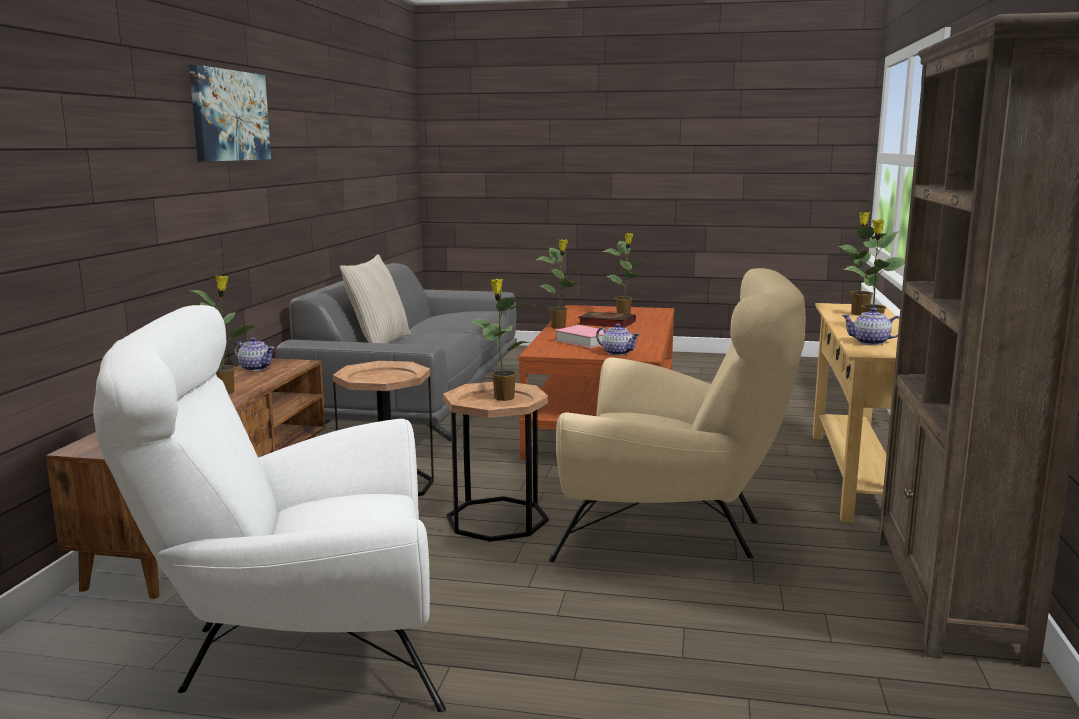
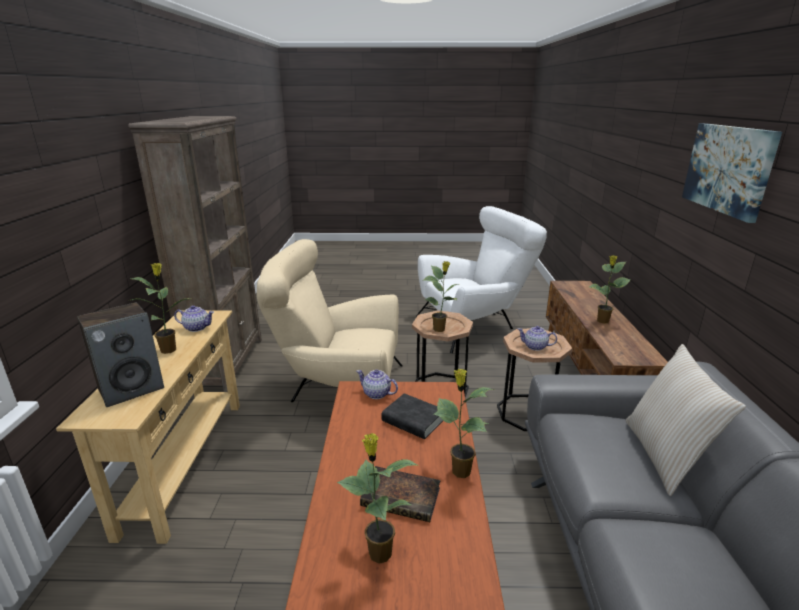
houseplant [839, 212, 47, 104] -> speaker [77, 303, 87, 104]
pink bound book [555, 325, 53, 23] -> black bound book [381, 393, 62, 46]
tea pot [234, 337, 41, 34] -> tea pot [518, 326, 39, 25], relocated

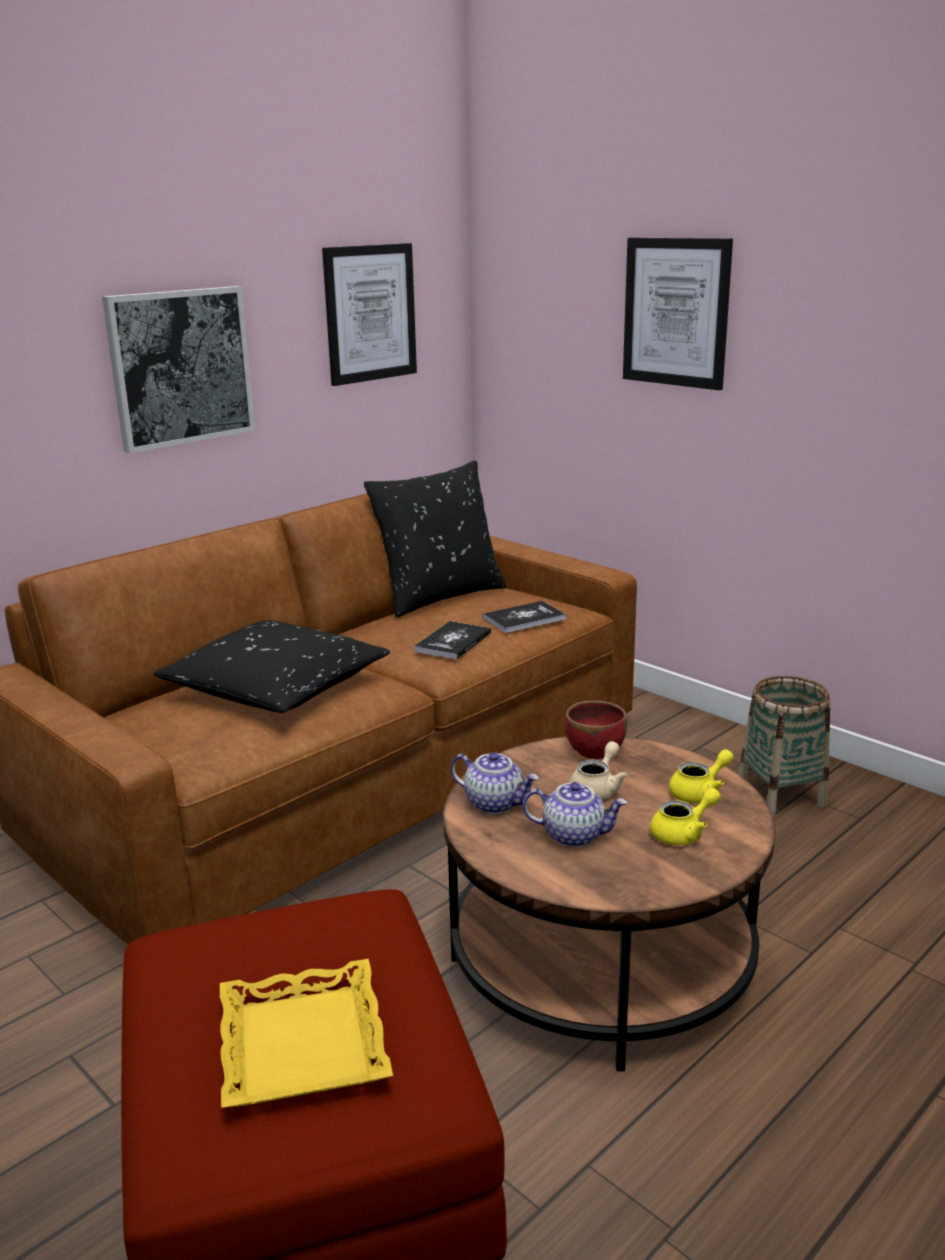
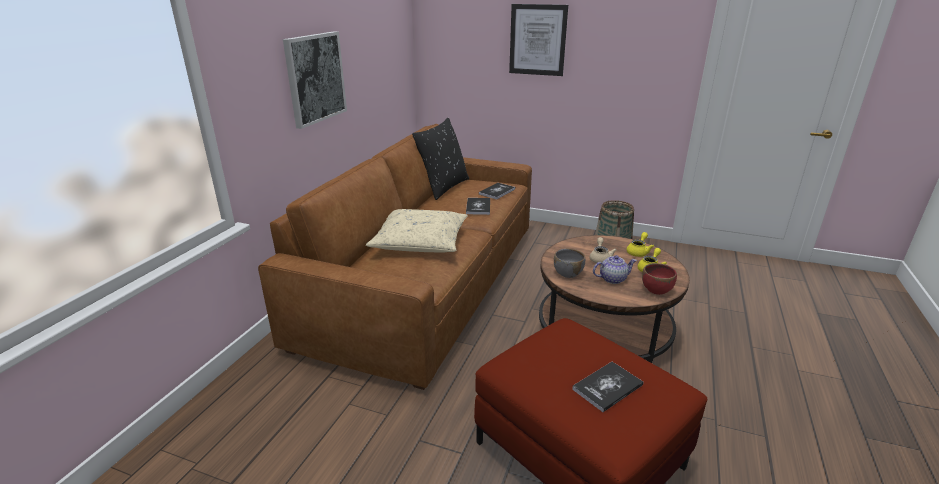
black cushion [153, 620, 237, 93] -> beige-coloured cushion [366, 209, 102, 44]
tea pot [451, 752, 88, 62] -> greyish deep dish [554, 249, 31, 29]
yellowish tray [220, 959, 173, 149] -> bound book [572, 362, 71, 50]
red deep dish [565, 701, 62, 58] -> red deep dish [642, 263, 35, 32], relocated
wall art [322, 243, 95, 143] -> none

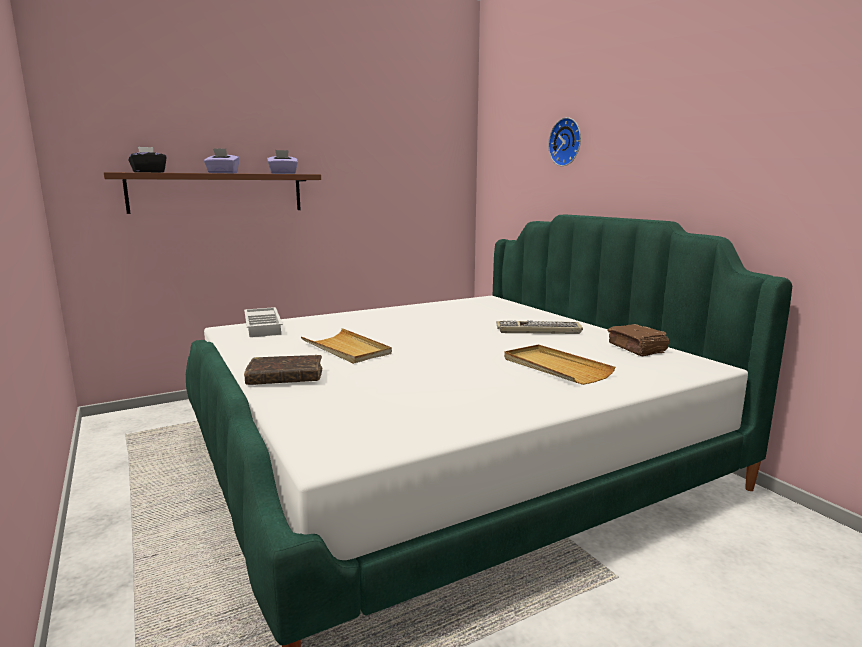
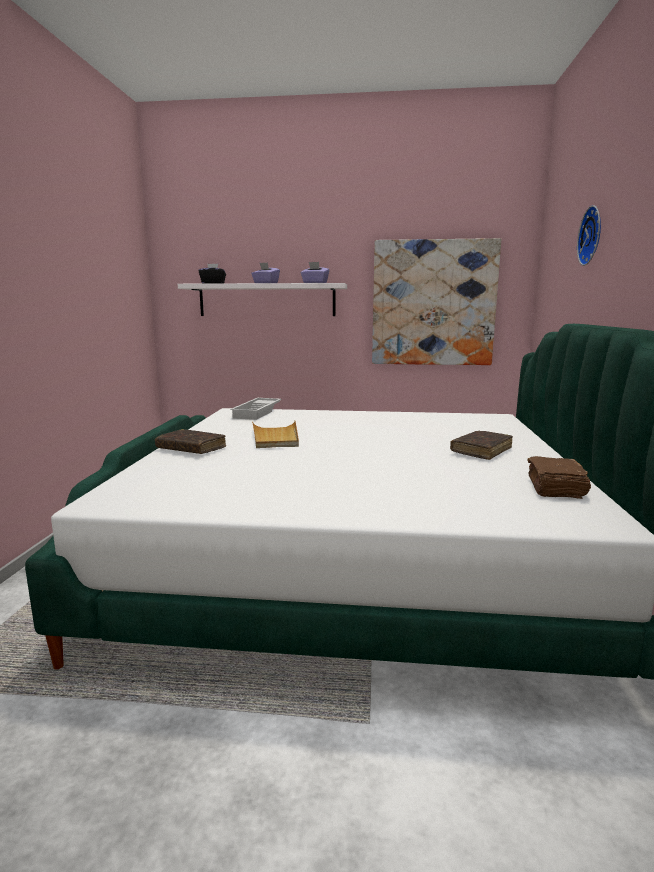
brown-coloured shelf [104, 172, 217, 42] -> white-coloured shelf [178, 283, 169, 33]
none -> wall art [372, 238, 129, 127]
keyboard [496, 320, 87, 14] -> brown-coloured bound book [450, 431, 63, 29]
beige-coloured tray [504, 344, 112, 41] -> none

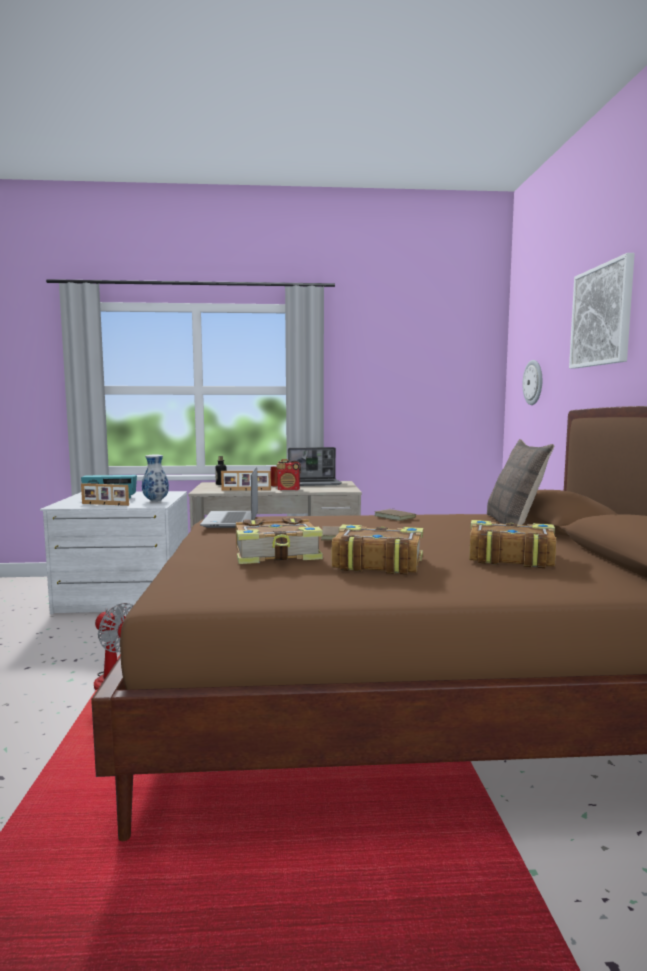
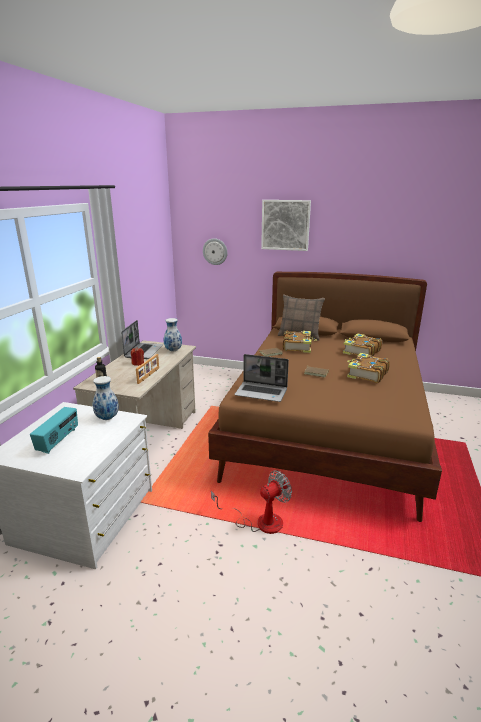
none -> flower vase [164, 318, 18, 34]
bound book [236, 517, 87, 47] -> bound book [283, 331, 34, 22], relocated
photo frame [81, 483, 48, 23] -> none
radio set [277, 459, 24, 31] -> none

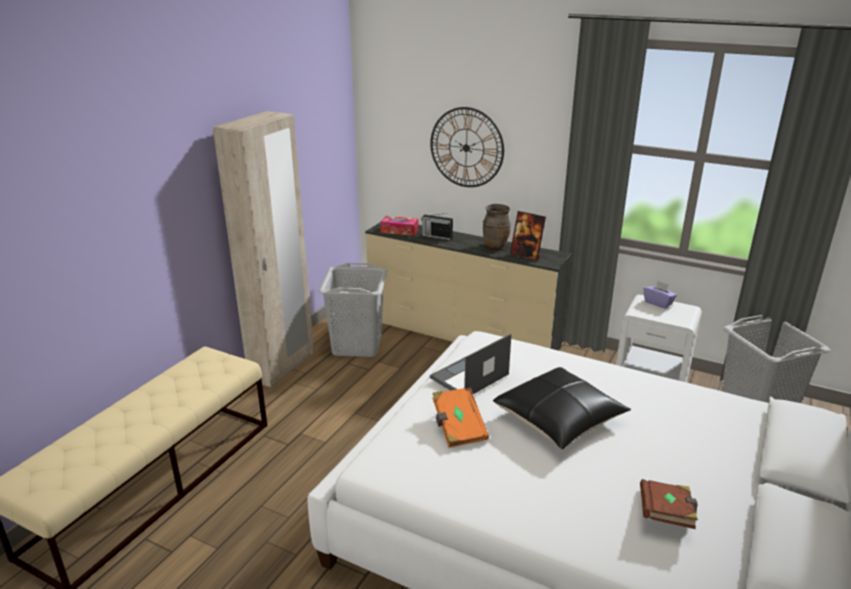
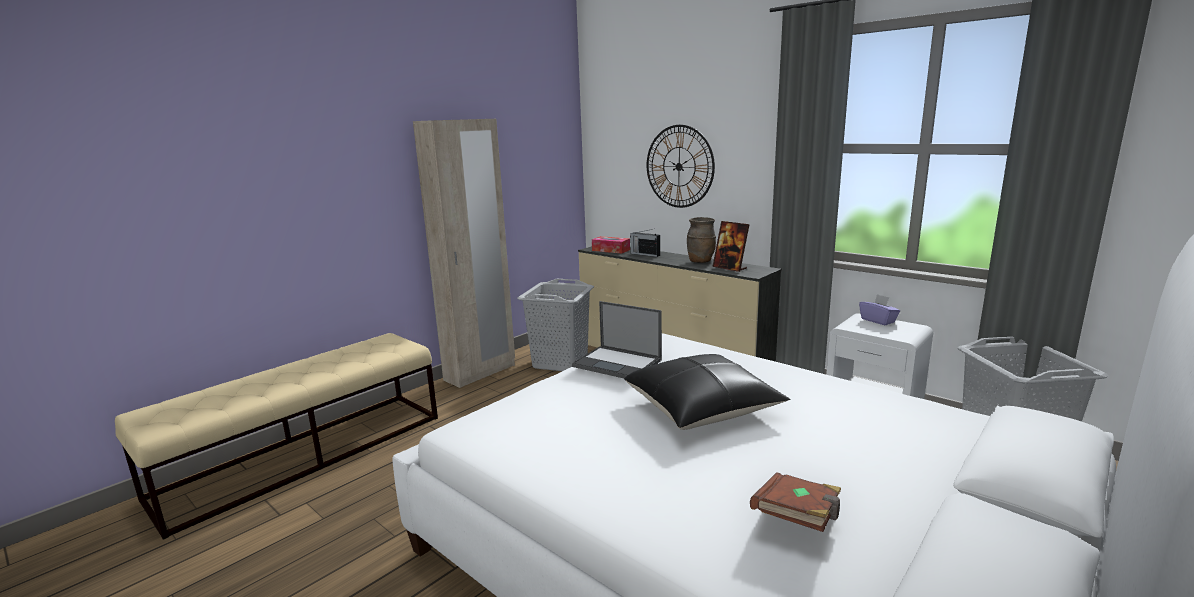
portable computer [430, 334, 81, 60] -> portable computer [572, 301, 90, 77], 120 degrees counterclockwise
orange-coloured bound book [433, 387, 56, 61] -> none

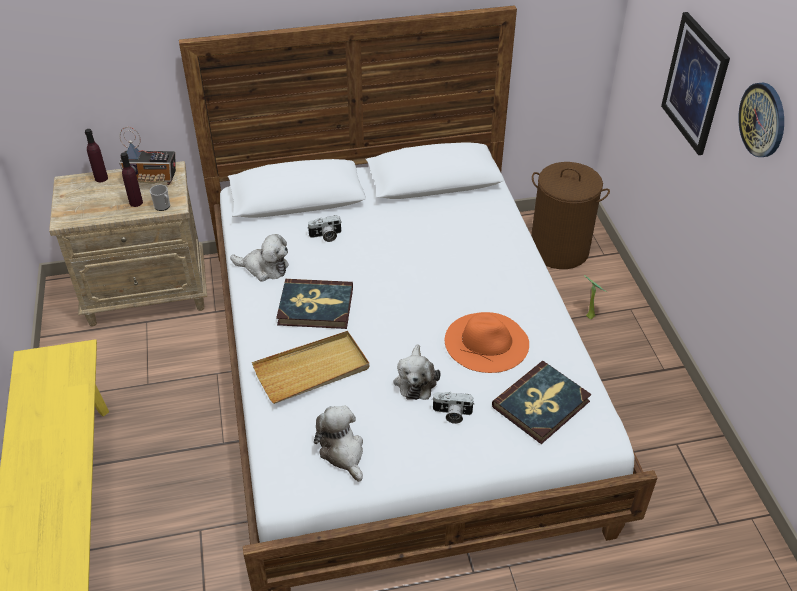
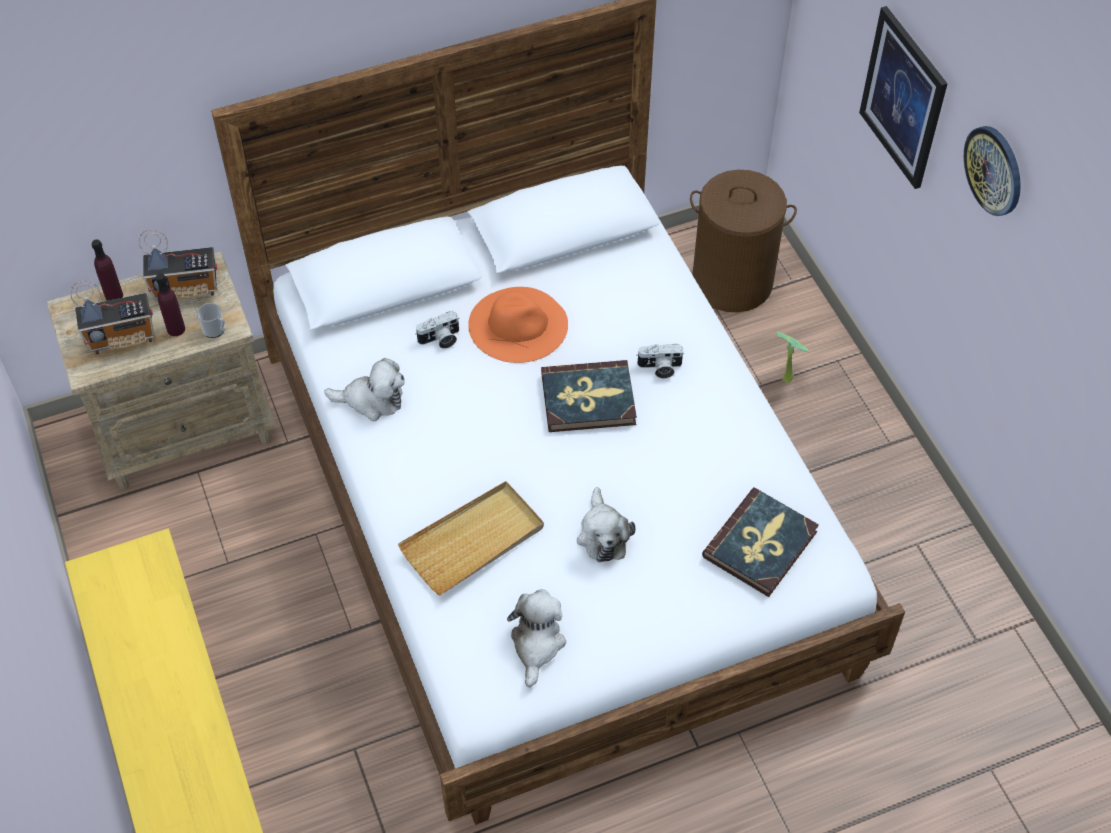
none -> radio set [70, 281, 84, 74]
orange-coloured hat [445, 312, 84, 61] -> orange-coloured hat [468, 287, 100, 76], relocated
cuddly toy [314, 405, 49, 77] -> cuddly toy [507, 589, 59, 98], 45 degrees clockwise
bound book [276, 279, 77, 50] -> bound book [541, 360, 96, 72], relocated
photo camera [432, 392, 43, 32] -> photo camera [636, 344, 49, 34], relocated

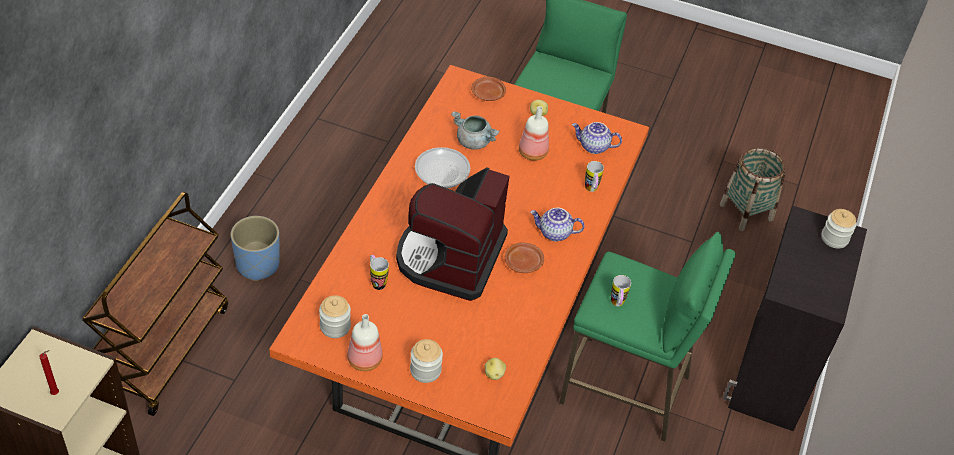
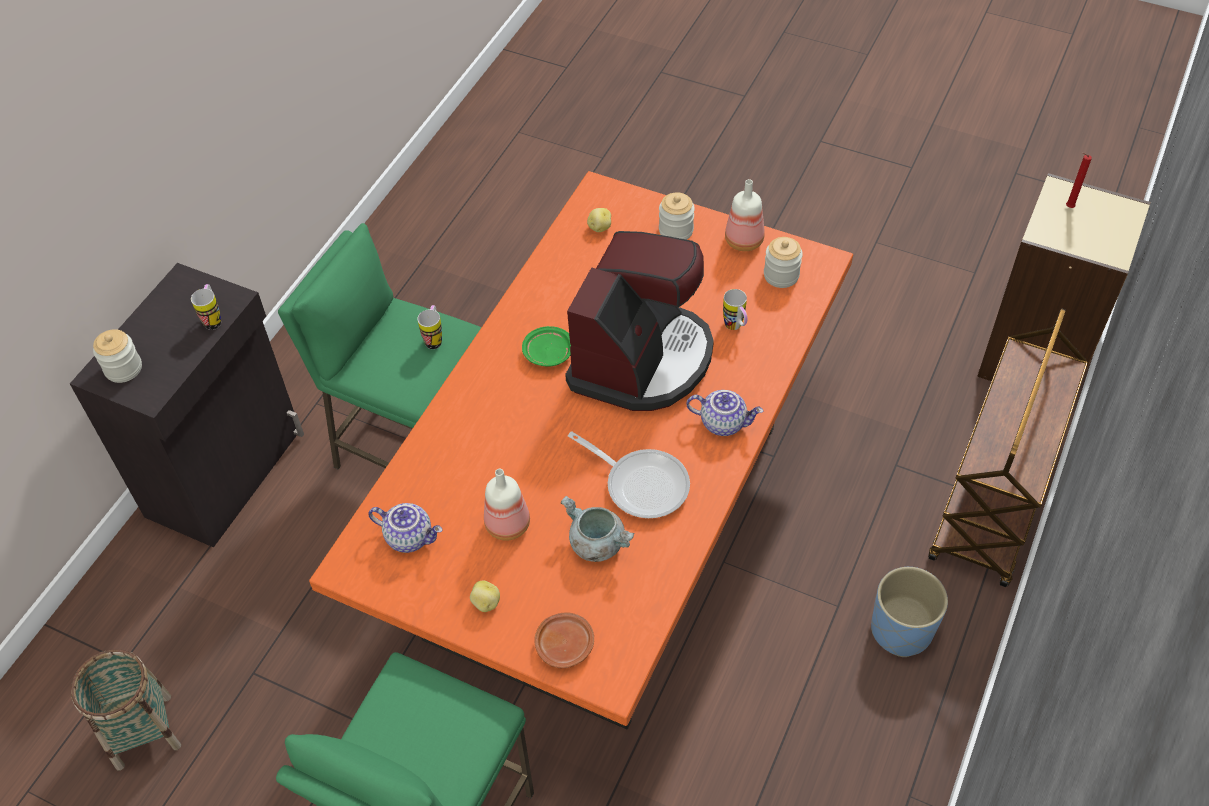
mug [585, 161, 19, 31] -> mug [191, 284, 30, 46], relocated
brown-coloured flat dish [505, 243, 39, 30] -> green flat dish [522, 326, 49, 41]
tea pot [530, 208, 55, 33] -> tea pot [686, 390, 77, 46], relocated

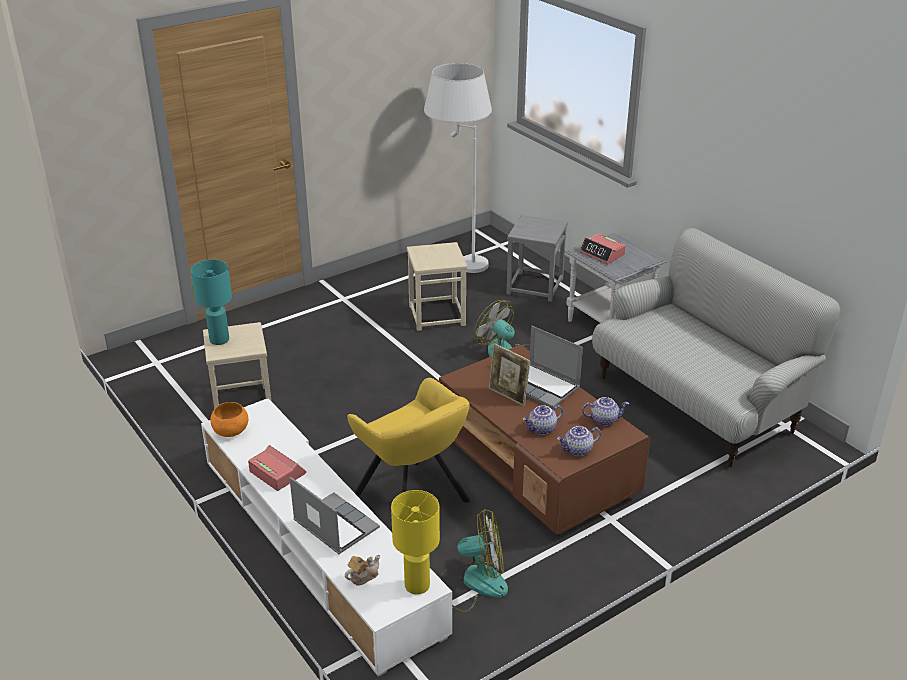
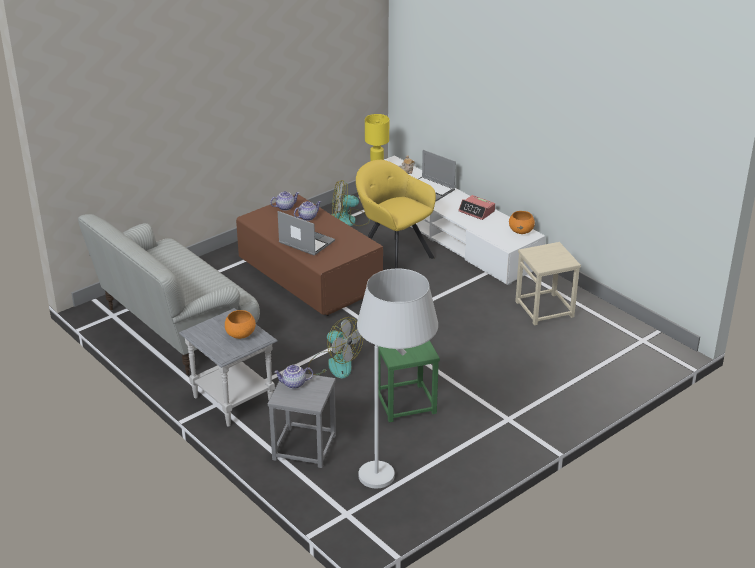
bedside clock [579, 233, 47, 31] -> orange-coloured deep dish [225, 310, 31, 29]
tea pot [582, 397, 47, 29] -> tea pot [274, 365, 39, 24], relocated
beige-coloured stool seat [407, 242, 60, 89] -> green stool seat [378, 340, 62, 82]
turquoise tabletop lamp [191, 260, 41, 85] -> none
photo frame [489, 343, 41, 63] -> none

